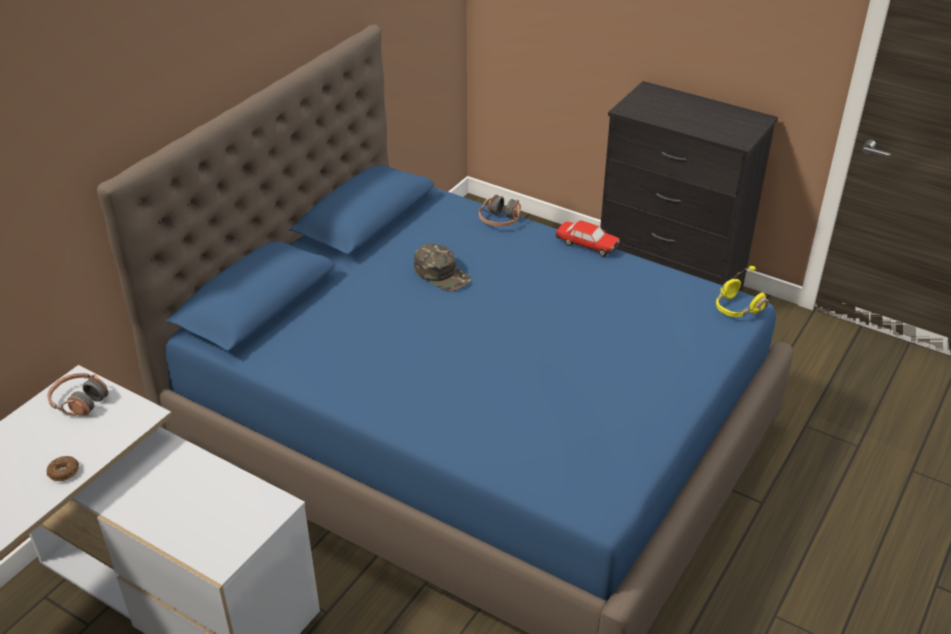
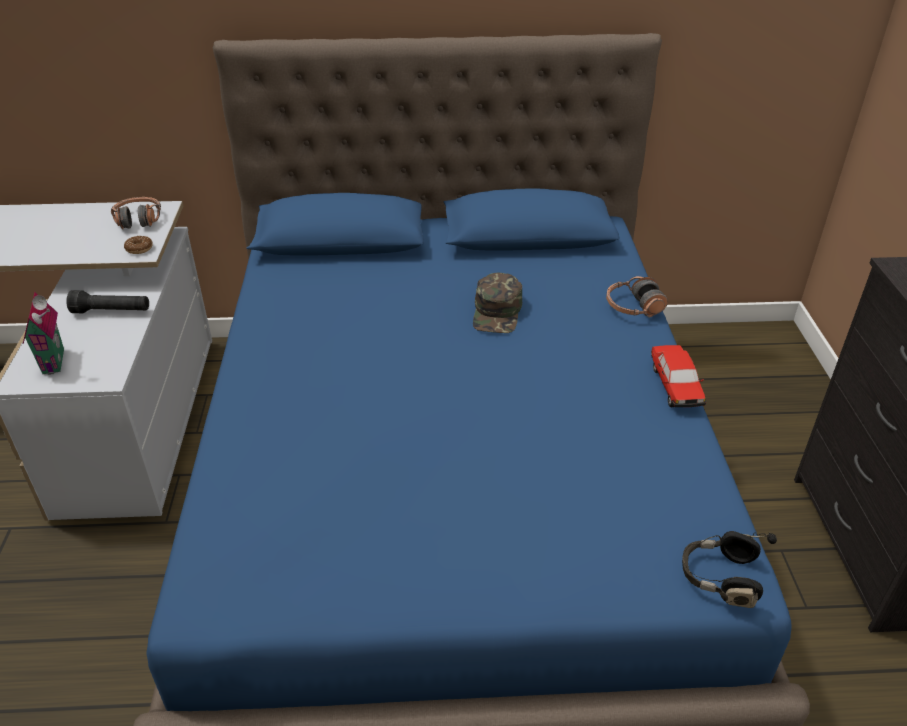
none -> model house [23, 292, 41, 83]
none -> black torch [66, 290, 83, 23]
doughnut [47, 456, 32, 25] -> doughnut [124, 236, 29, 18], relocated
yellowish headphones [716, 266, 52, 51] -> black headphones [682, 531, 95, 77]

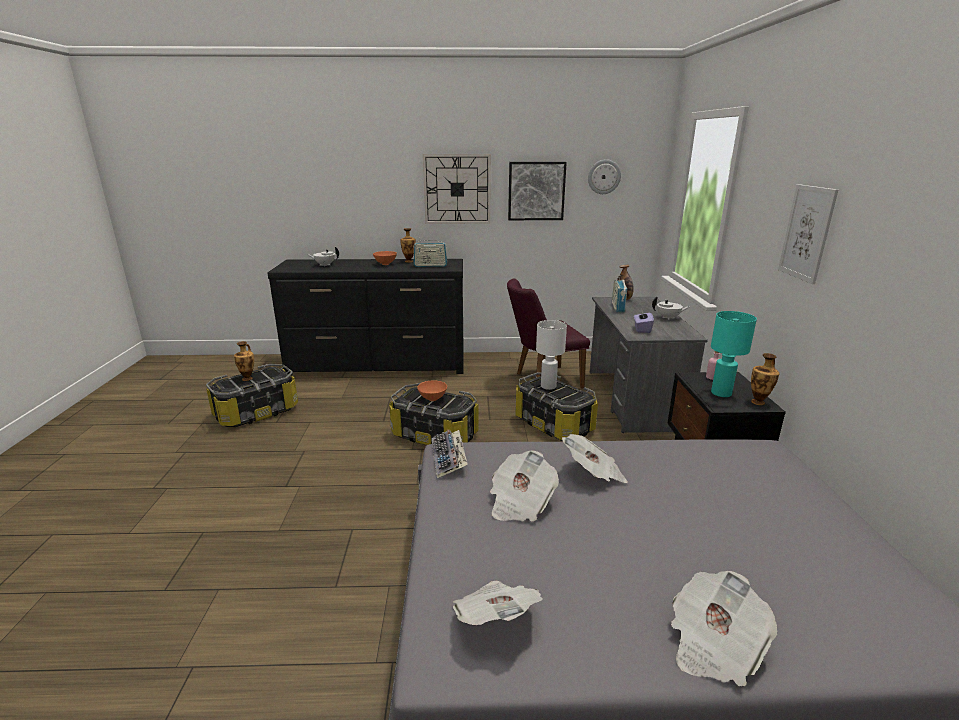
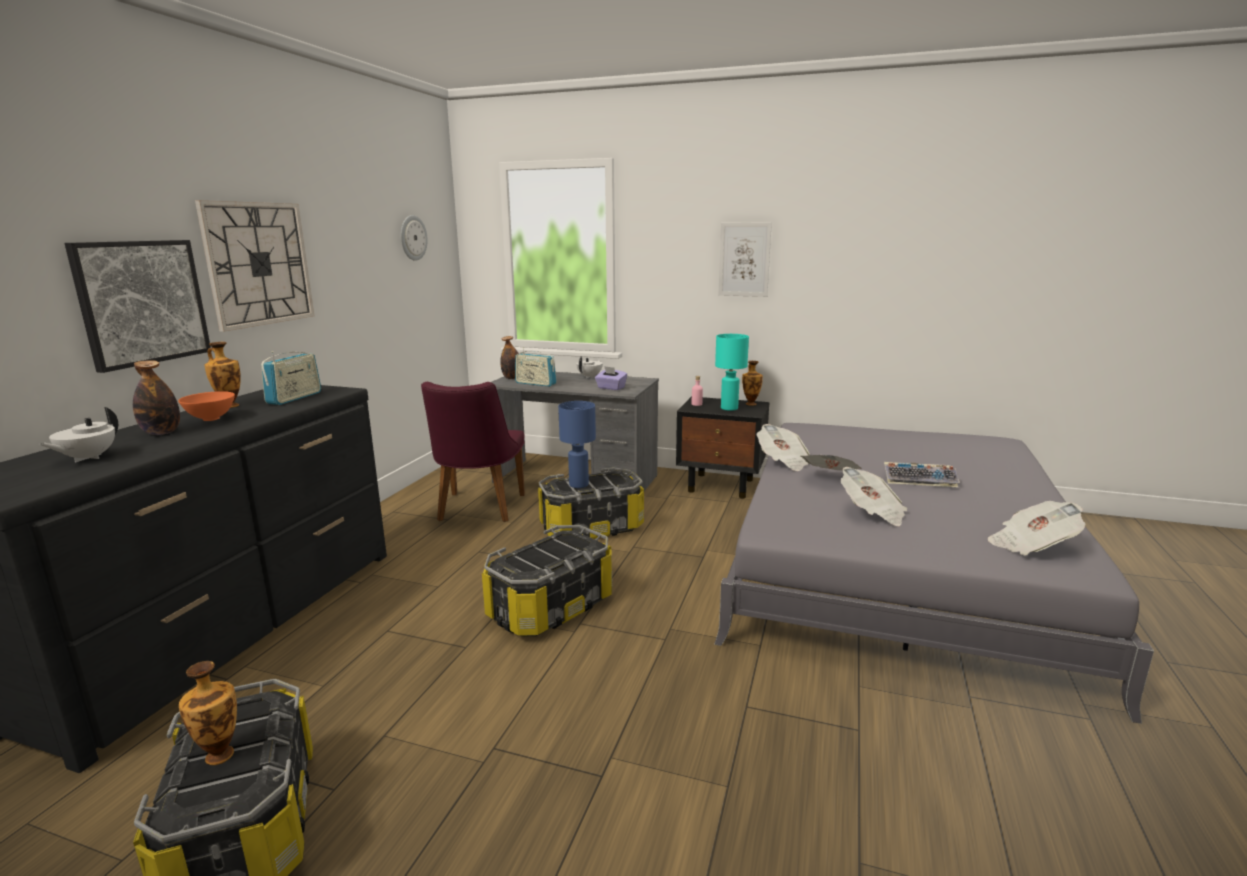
wall art [508, 162, 59, 58] -> wall art [64, 240, 147, 133], relocated
none -> drink bottle [133, 360, 47, 75]
white-coloured tabletop lamp [536, 320, 31, 70] -> blue-coloured tabletop lamp [558, 401, 38, 87]
printed paper [671, 571, 106, 115] -> printed paper [756, 424, 54, 47], relocated
keyboard [432, 430, 36, 49] -> keyboard [884, 462, 76, 25], relocated
orange-coloured deep dish [417, 380, 30, 21] -> none

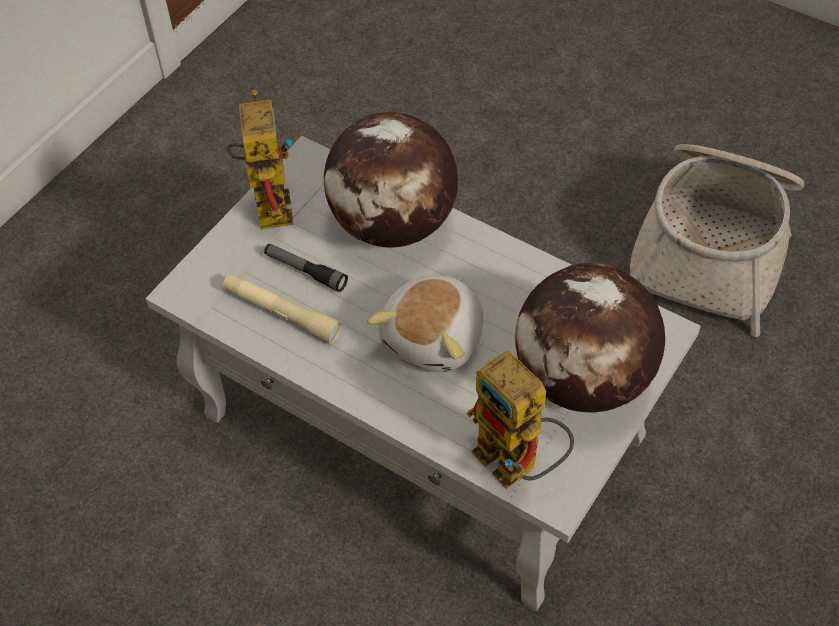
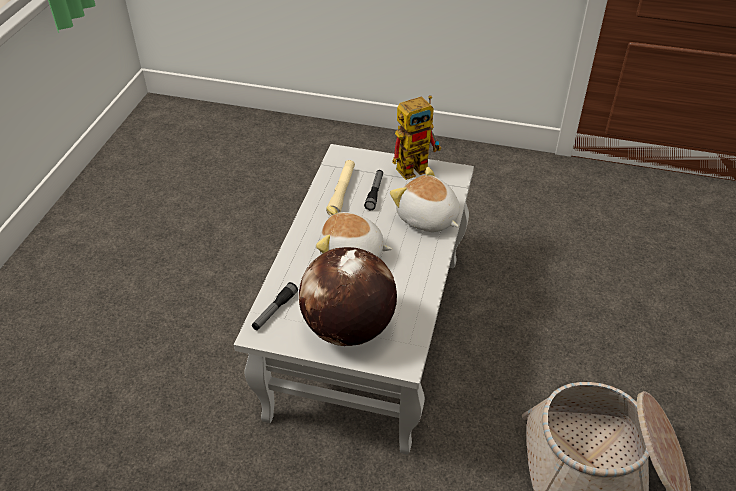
model robot [466, 351, 108, 138] -> torch [252, 282, 46, 48]
desk globe [324, 111, 134, 137] -> cuddly toy [390, 167, 70, 65]

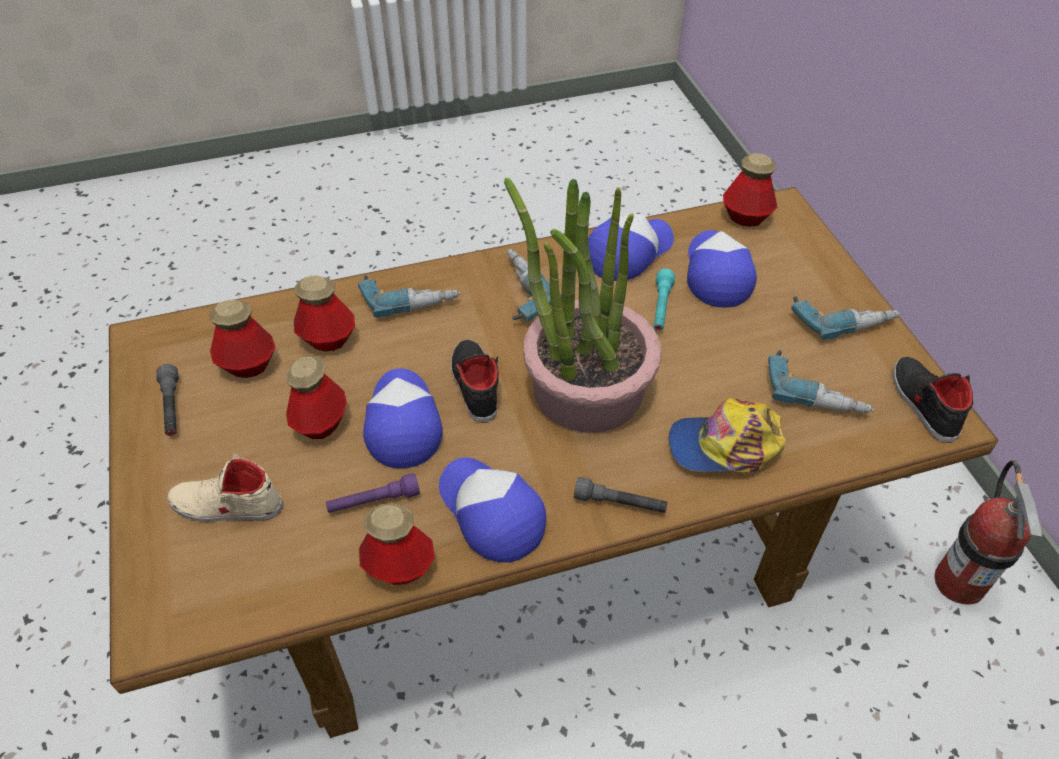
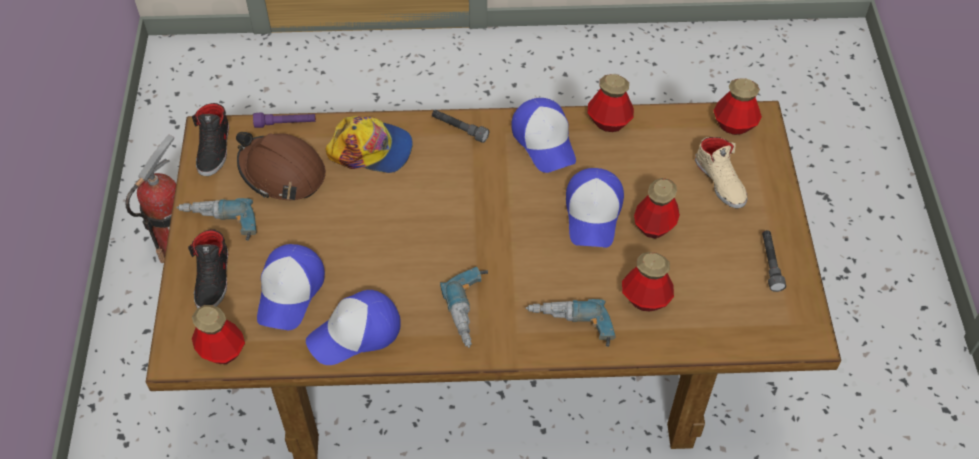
black low shoe [451, 340, 48, 83] -> black low shoe [188, 229, 40, 80], relocated
power drill [768, 350, 106, 63] -> brown-coloured hard hat [236, 132, 90, 68]
purple torch [326, 473, 94, 40] -> purple torch [253, 112, 63, 16], relocated
beige-coloured low shoe [167, 454, 116, 68] -> beige-coloured low shoe [695, 137, 53, 72], 45 degrees clockwise
drink bottle [209, 300, 67, 78] -> drink bottle [713, 78, 49, 57], relocated
houseplant [504, 178, 157, 255] -> none
turquoise torch [654, 269, 21, 62] -> none

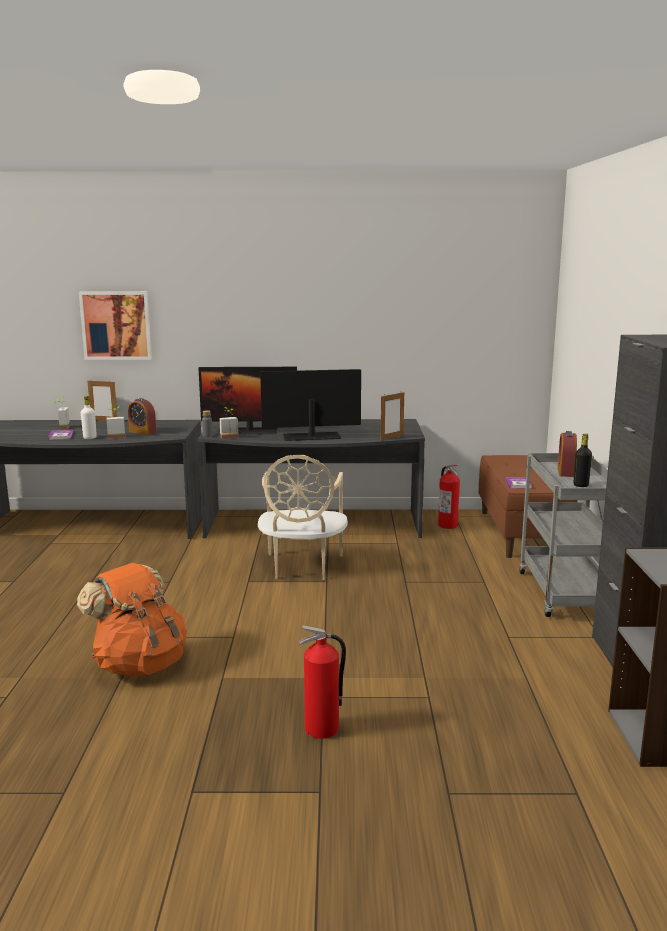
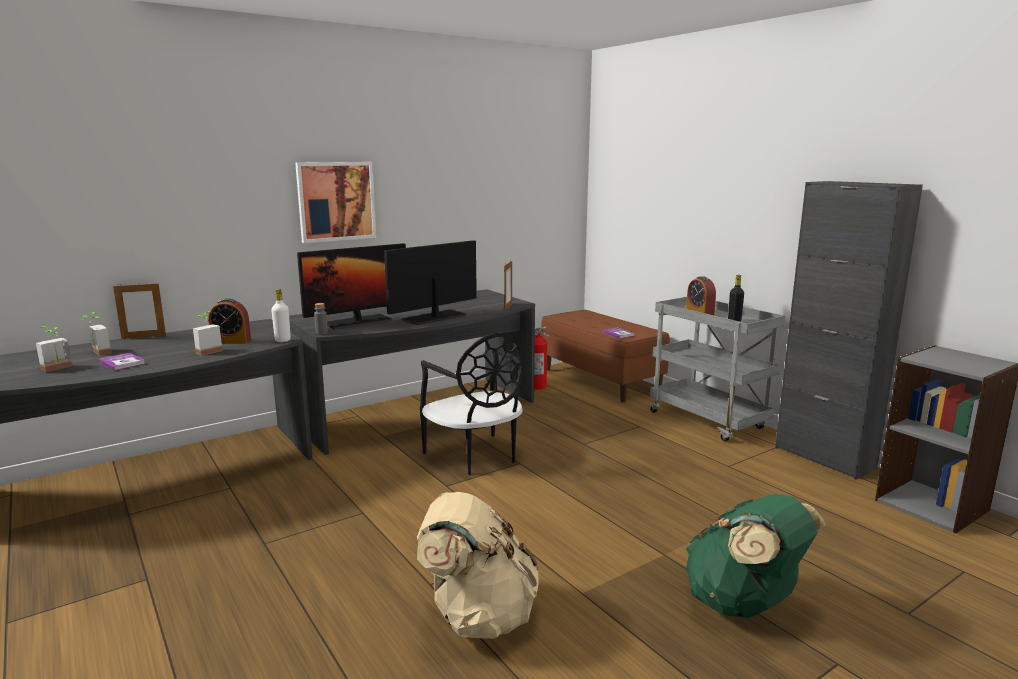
houseplant [219, 407, 20, 32] -> houseplant [36, 326, 36, 46], relocated
white-coloured drink bottle [81, 396, 16, 43] -> white-coloured drink bottle [271, 289, 20, 53], relocated
wall art [79, 291, 73, 69] -> wall art [295, 162, 81, 81], relocated
orange-coloured backpack [77, 563, 110, 114] -> beige-coloured backpack [417, 492, 122, 147]
beige-coloured upright chair [258, 455, 90, 125] -> black upright chair [420, 332, 103, 143]
fire extinguisher [300, 625, 46, 114] -> green backpack [686, 494, 140, 124]

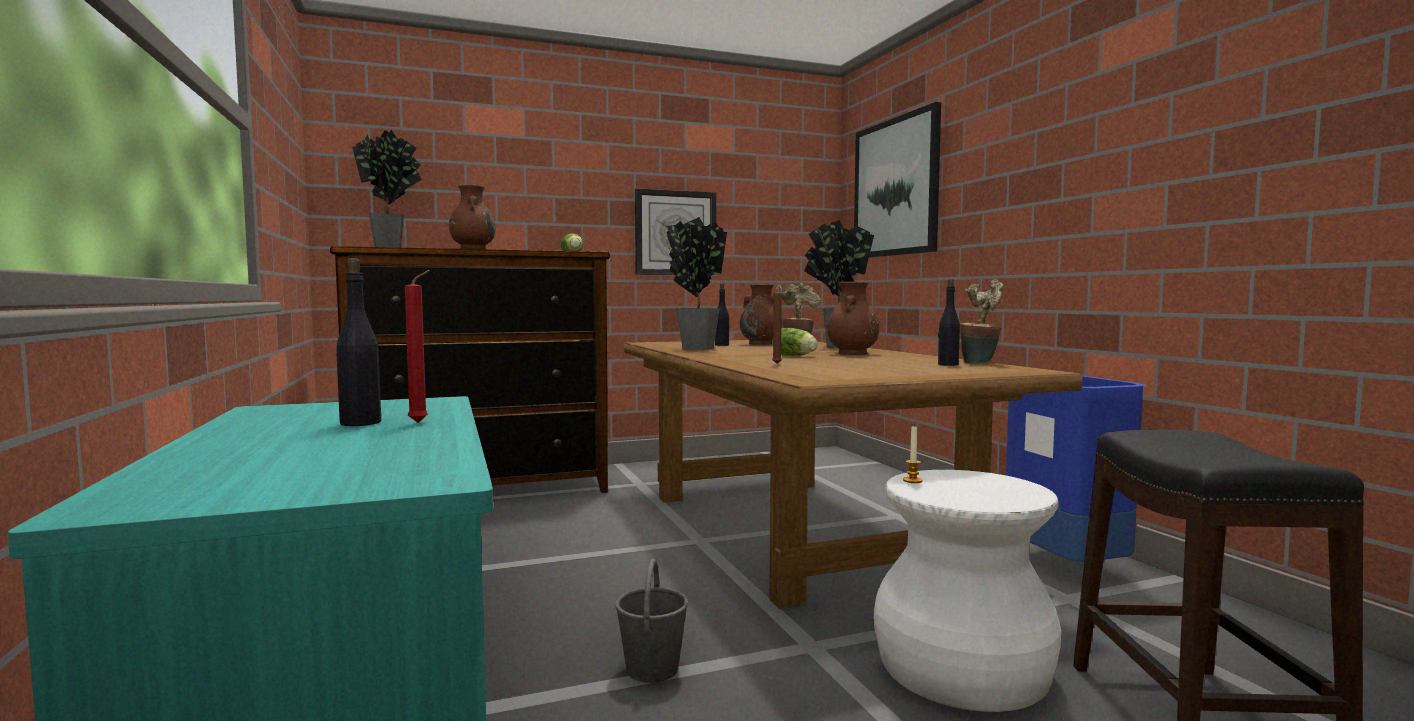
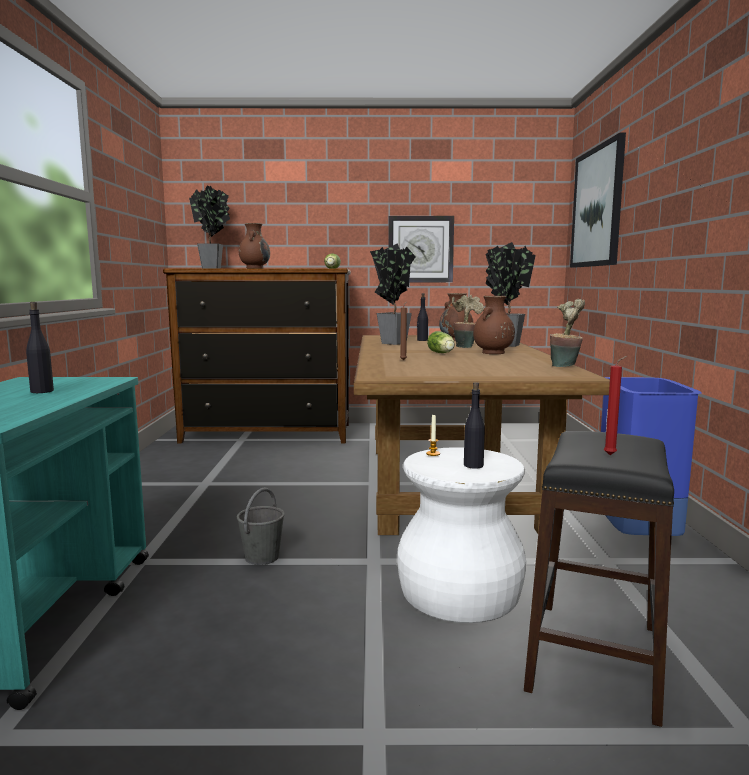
black drink bottle [938, 279, 22, 87] -> black drink bottle [464, 382, 21, 87], relocated
red wax candle [405, 270, 25, 153] -> red wax candle [604, 356, 23, 99], relocated

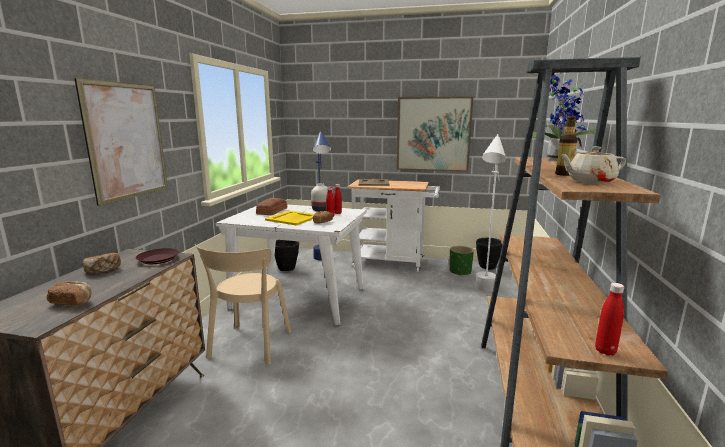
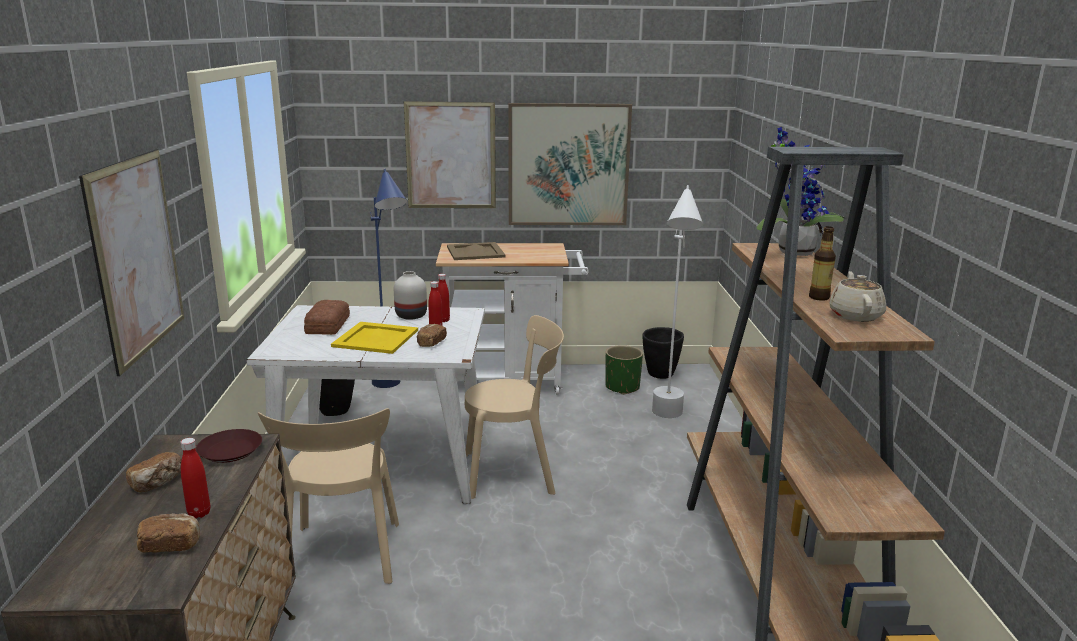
red drink bottle [595, 283, 30, 73] -> red drink bottle [181, 438, 29, 80], relocated
none -> wall art [404, 101, 92, 107]
none -> beige-coloured upright chair [465, 315, 99, 184]
beige-coloured tea pot [560, 146, 66, 38] -> beige-coloured tea pot [829, 271, 57, 51], 120 degrees clockwise

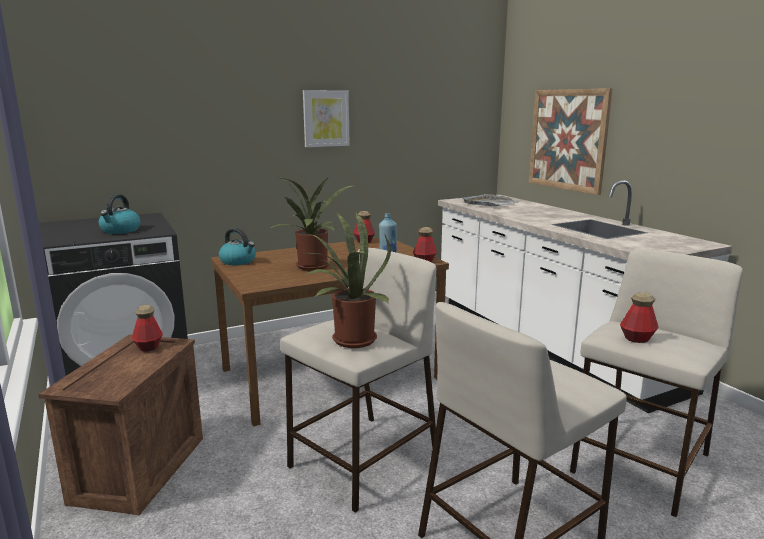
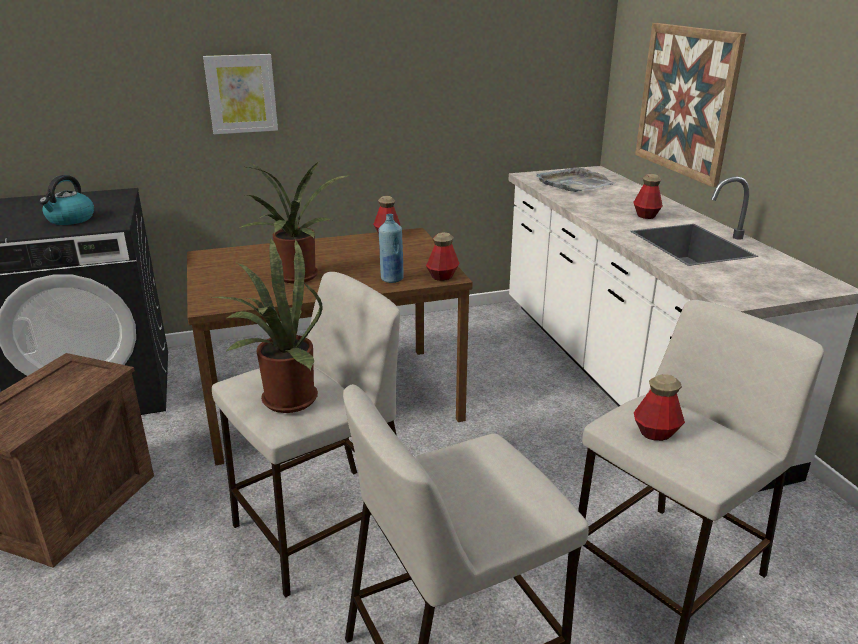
wall art [303, 90, 47, 57] -> wall art [203, 54, 75, 80], relocated
drink bottle [132, 305, 31, 46] -> drink bottle [633, 174, 30, 45], relocated
water kettle [219, 228, 37, 37] -> none

